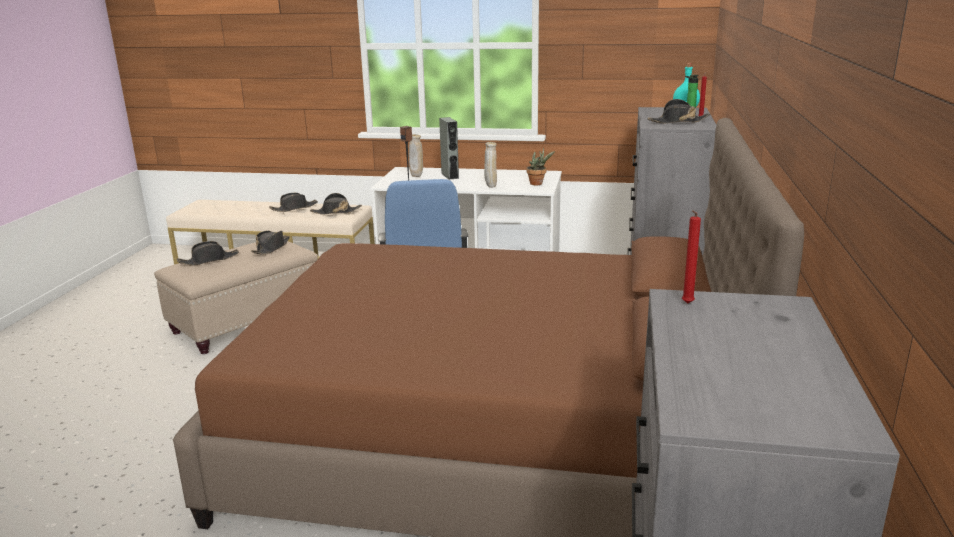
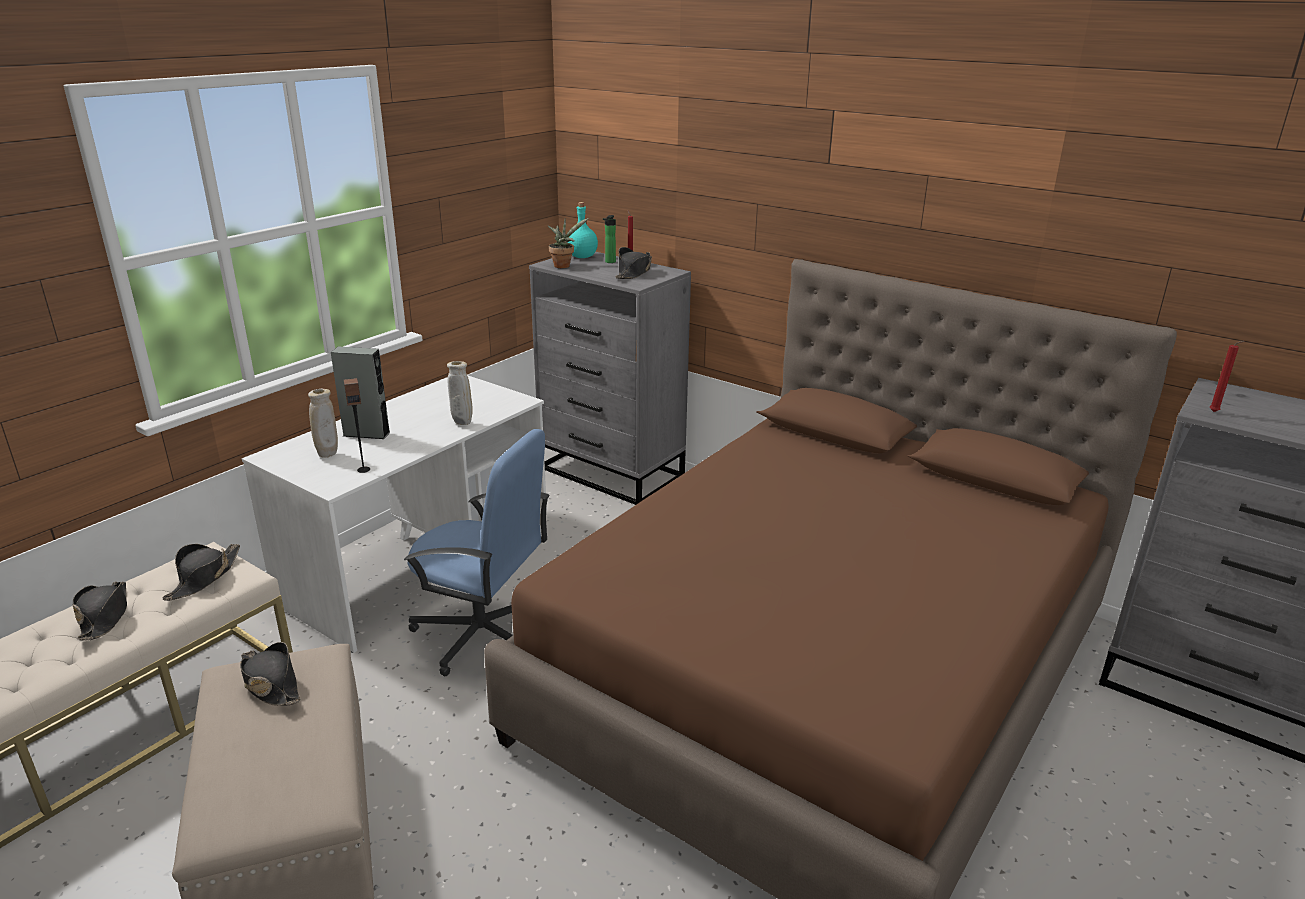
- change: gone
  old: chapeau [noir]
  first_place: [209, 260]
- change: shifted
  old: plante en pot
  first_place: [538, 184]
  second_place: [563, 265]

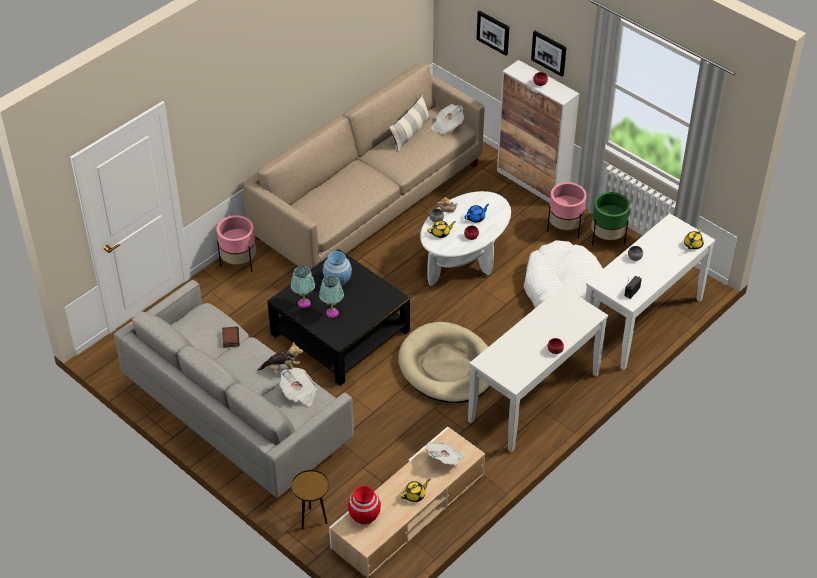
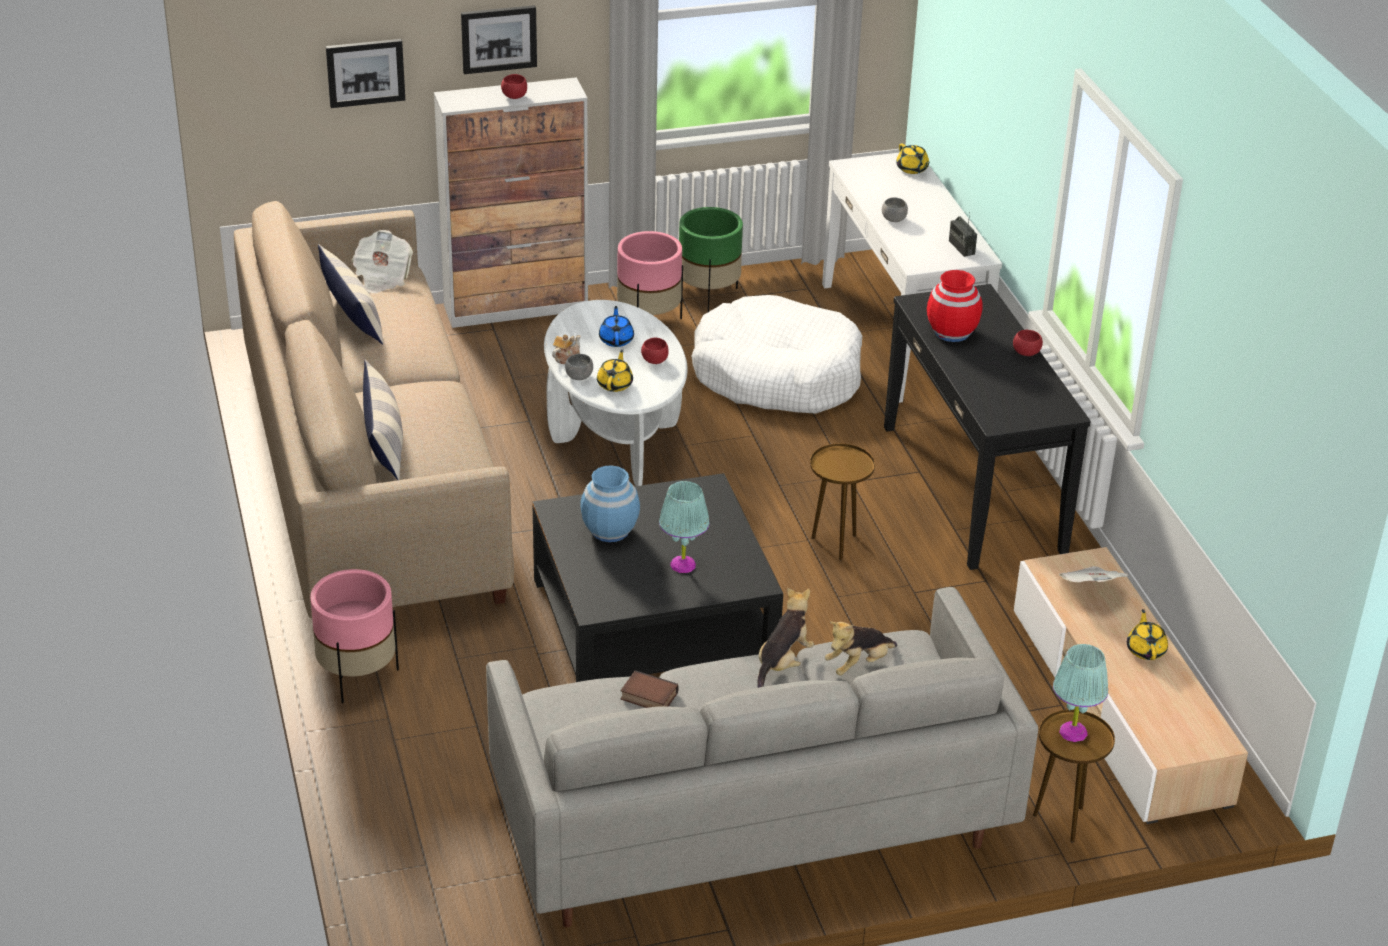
- change: new
  new: coussin
  second_place: [384, 442]
- change: shifted
  old: lampe de table [turquoise]
  first_place: [304, 303]
  second_place: [1073, 732]
- change: shifted
  old: vase [rouge]
  first_place: [364, 515]
  second_place: [951, 332]
- change: swapped
  old: journal
  new: peluche
  first_place: [299, 393]
  second_place: [858, 664]
- change: swapped
  old: panier pour chien [beige]
  new: table d'appoint [marron]
  first_place: [447, 367]
  second_place: [836, 544]
- change: repainted
  old: table console [blanc]
  new: table console [noir]
  first_place: [534, 397]
  second_place: [973, 488]

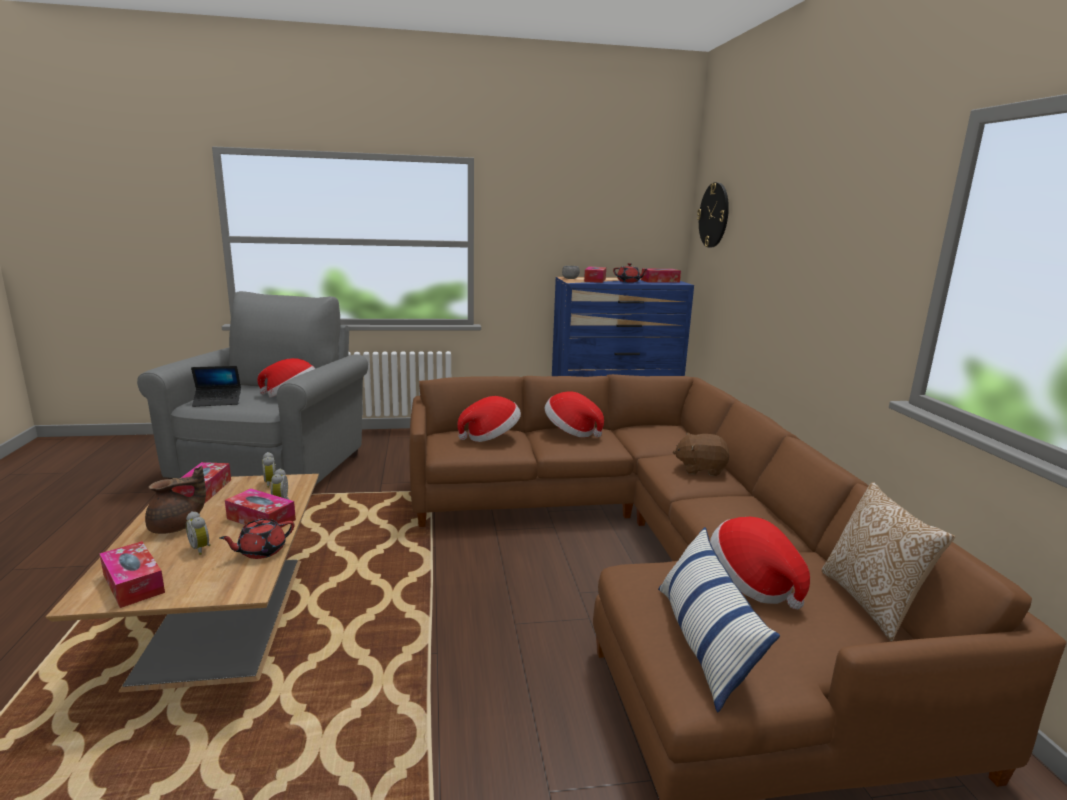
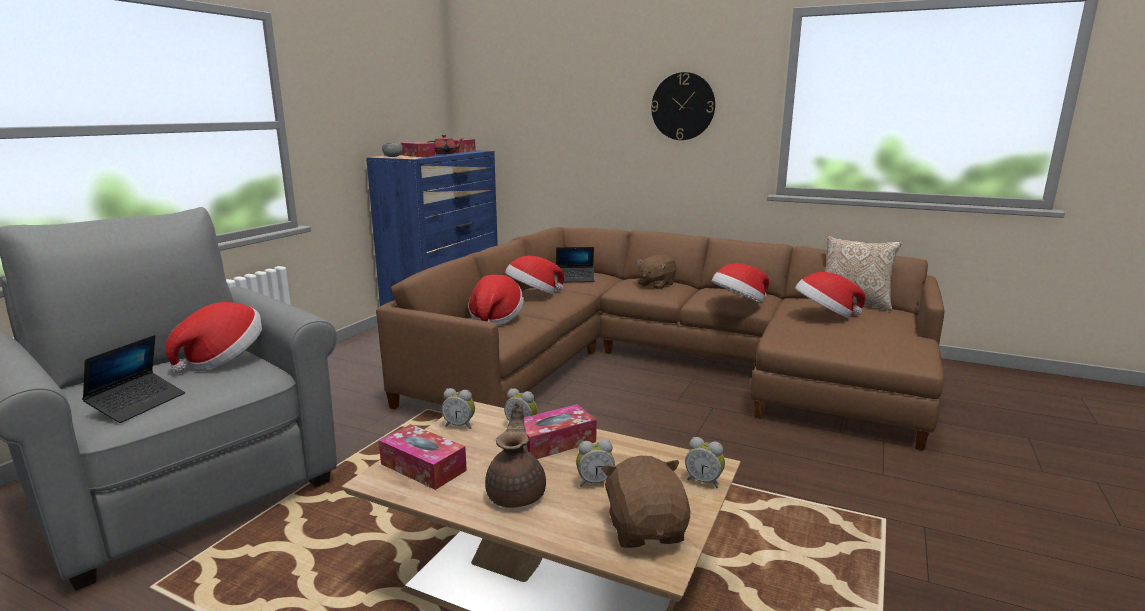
- change: gone
  old: théière [rouge]
  first_place: [261, 551]
- change: gone
  old: coussin
  first_place: [703, 642]
- change: new
  new: ordinateur portable
  second_place: [575, 279]
- change: new
  new: réveil
  second_place: [704, 481]
- change: new
  new: chapeau
  second_place: [739, 303]
- change: shifted
  old: horloge murale
  first_place: [714, 215]
  second_place: [683, 106]
- change: swapped
  old: boîte à mouchoirs
  new: peluche [marron]
  first_place: [133, 583]
  second_place: [646, 529]

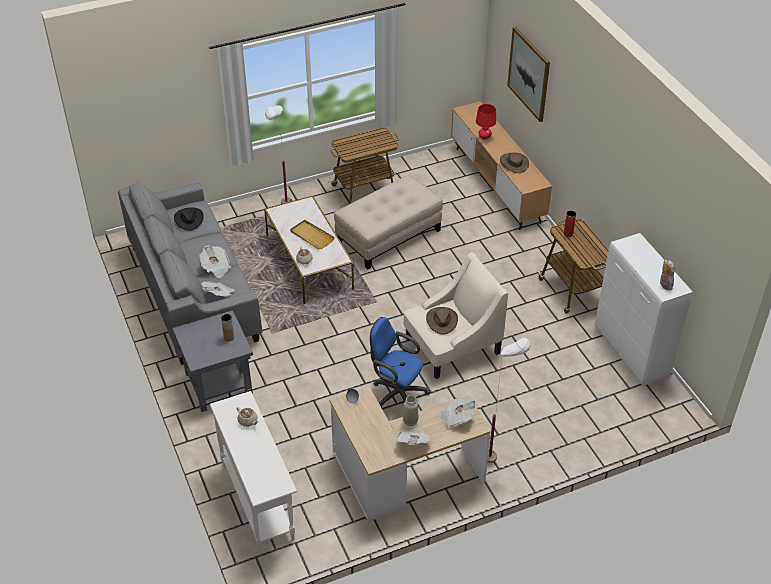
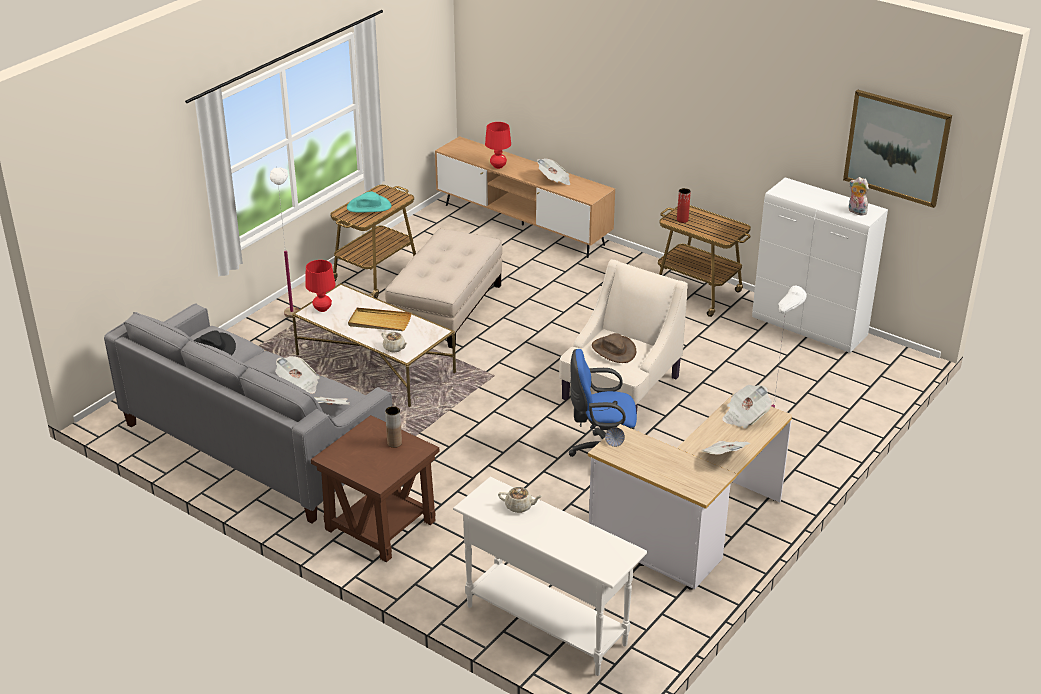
- change: gone
  old: vase
  first_place: [410, 421]
- change: new
  new: lampe de table [rouge]
  second_place: [322, 309]
- change: new
  new: chapeau [turquoise]
  second_place: [369, 206]
- change: shifted
  old: tableau
  first_place: [529, 74]
  second_place: [896, 147]
- change: swapped
  old: chapeau [marron]
  new: journal
  first_place: [514, 163]
  second_place: [554, 180]
- change: repainted
  old: table d'appoint [gris]
  new: table d'appoint [marron]
  first_place: [218, 383]
  second_place: [379, 525]

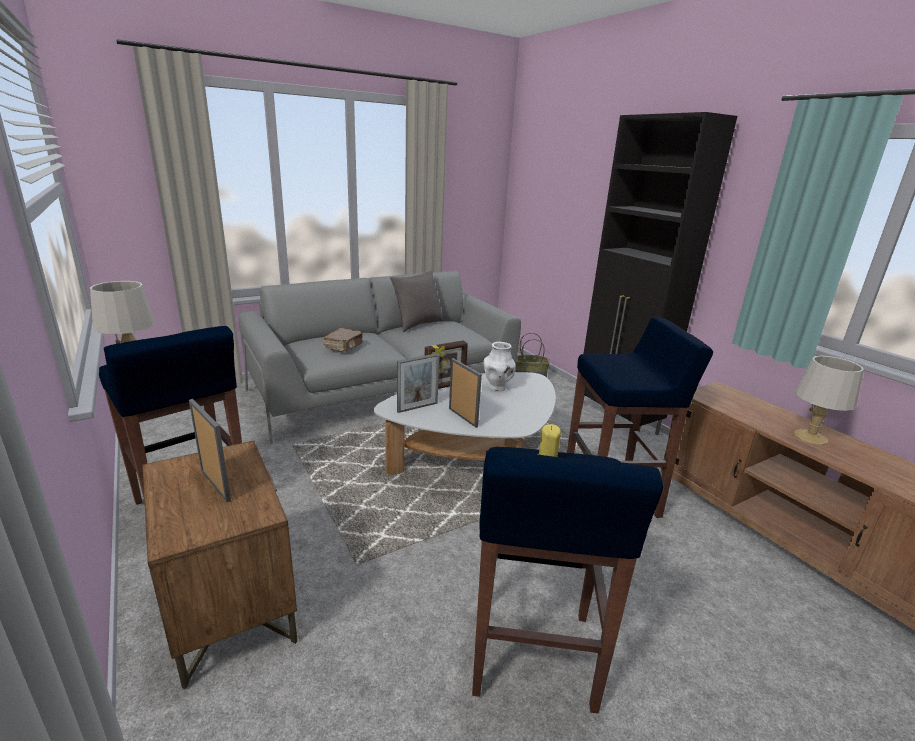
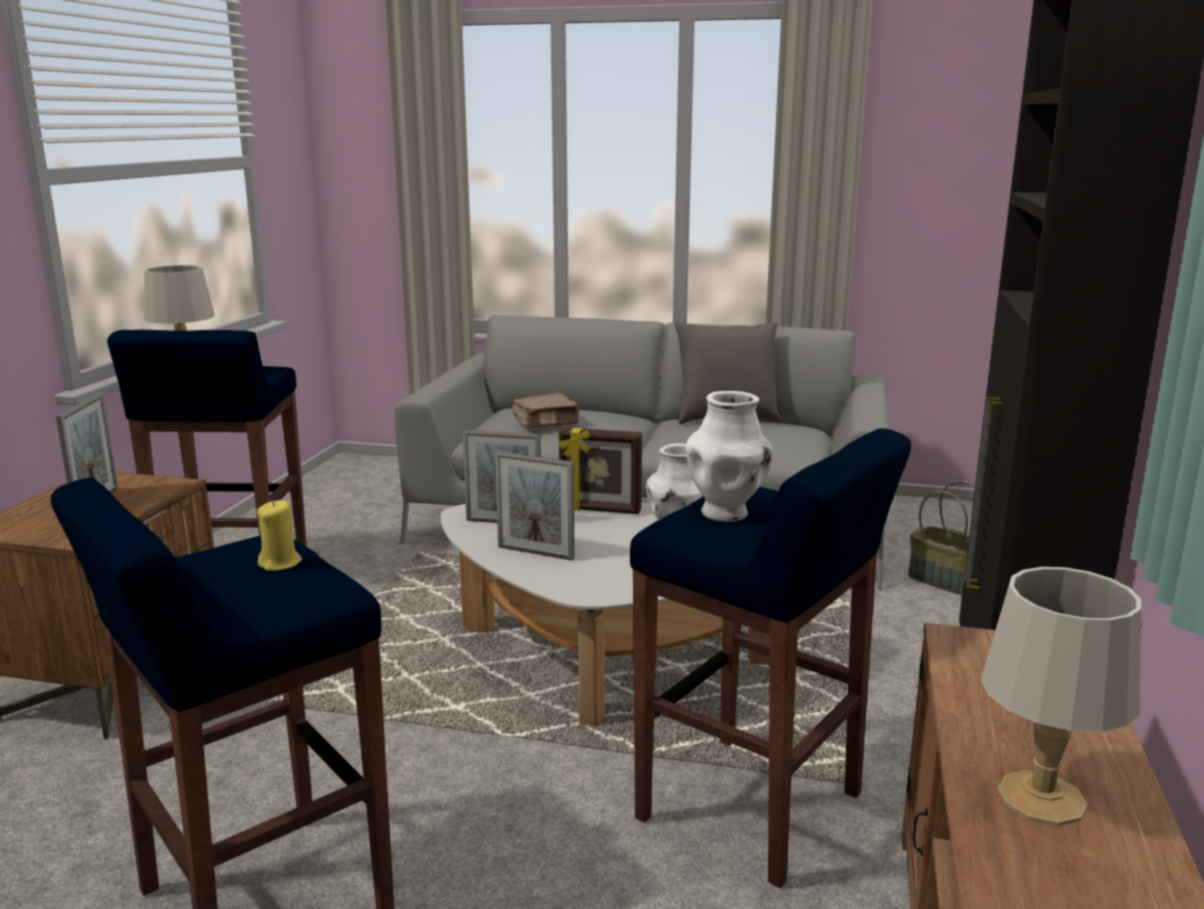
- change: new
  new: vase [blanc]
  second_place: [726, 513]
- change: rotated
  old: cadre photo
  first_place: [463, 417]
  second_place: [535, 553]
  degrees: 105

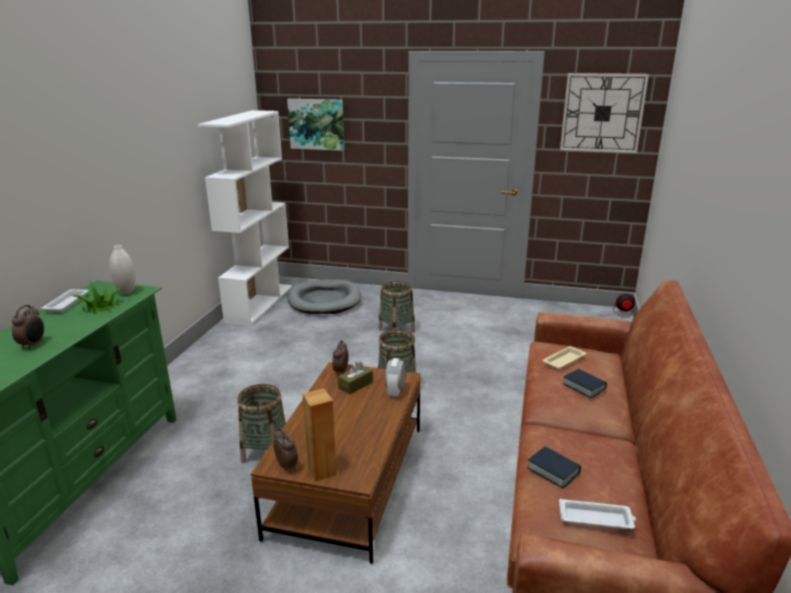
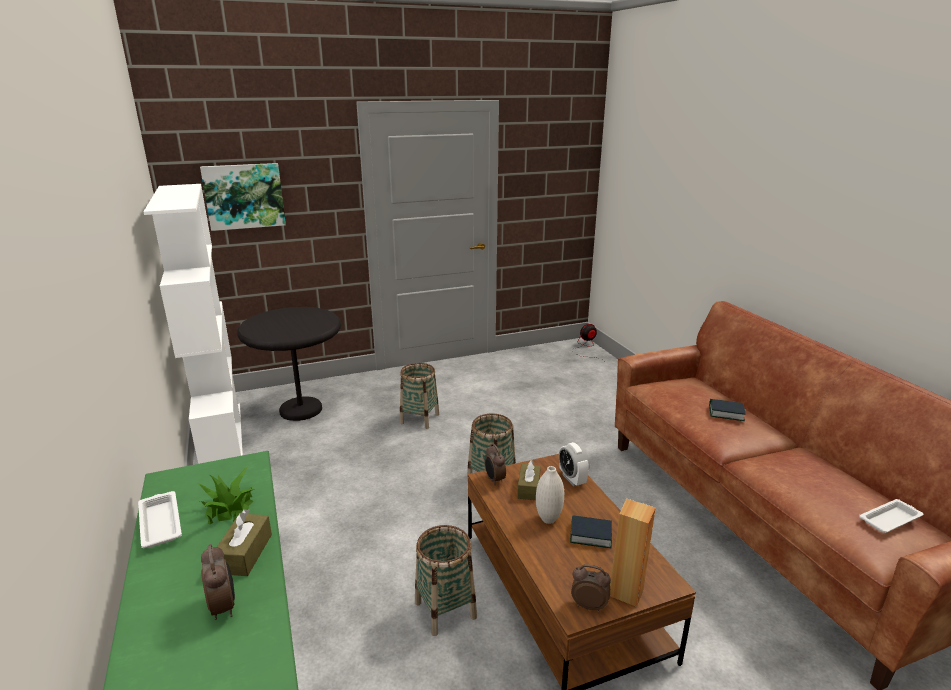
- change: gone
  old: plateau [beige]
  first_place: [564, 360]
- change: gone
  old: horloge murale
  first_place: [602, 113]
- change: new
  new: boîte à mouchoirs [marron]
  second_place: [245, 553]
- change: shifted
  old: vase [blanc]
  first_place: [126, 292]
  second_place: [548, 519]
- change: shifted
  old: livre
  first_place: [553, 470]
  second_place: [590, 535]
- change: swapped
  old: panier pour chien [gris]
  new: table d'appoint [noir]
  first_place: [324, 300]
  second_place: [301, 410]

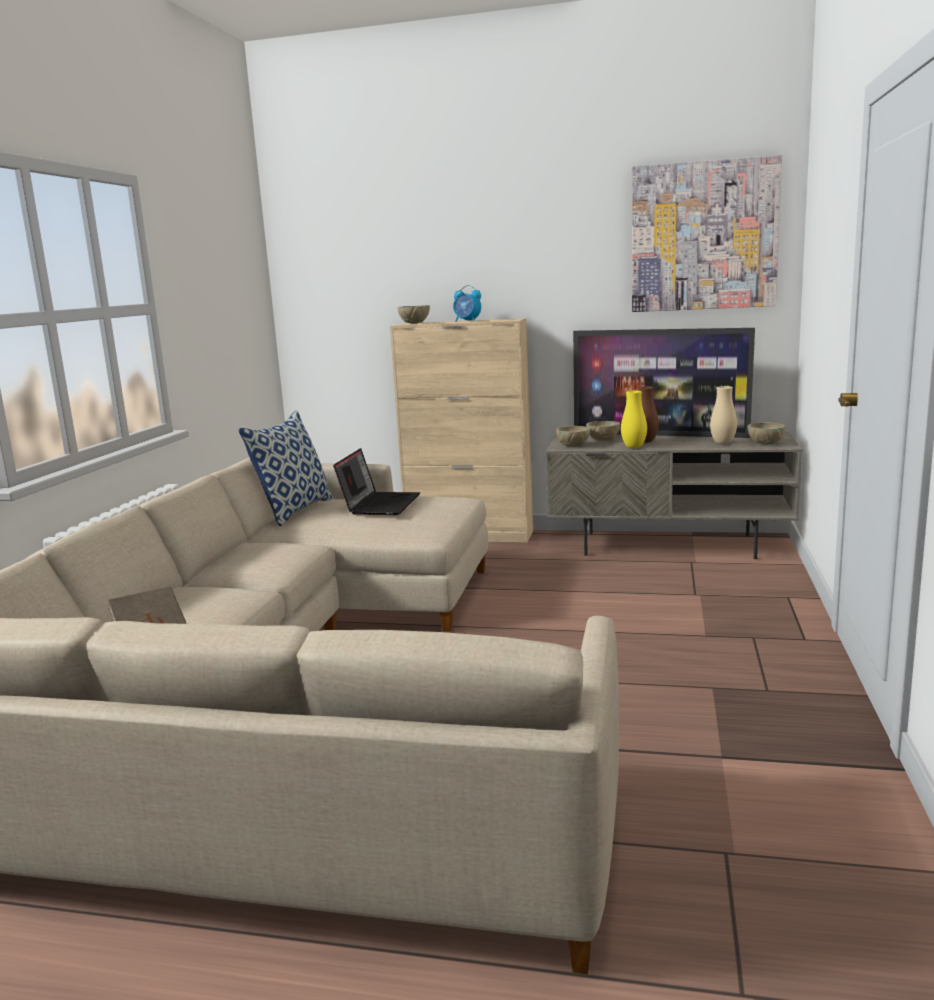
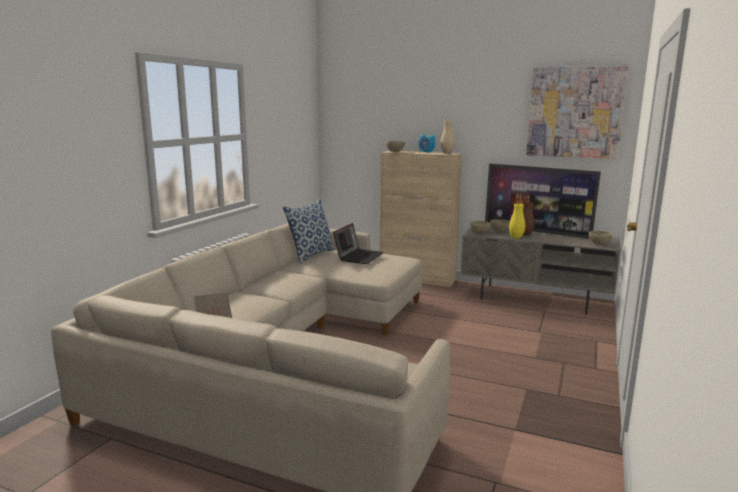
- change: shifted
  old: vase [beige]
  first_place: [723, 443]
  second_place: [447, 153]

